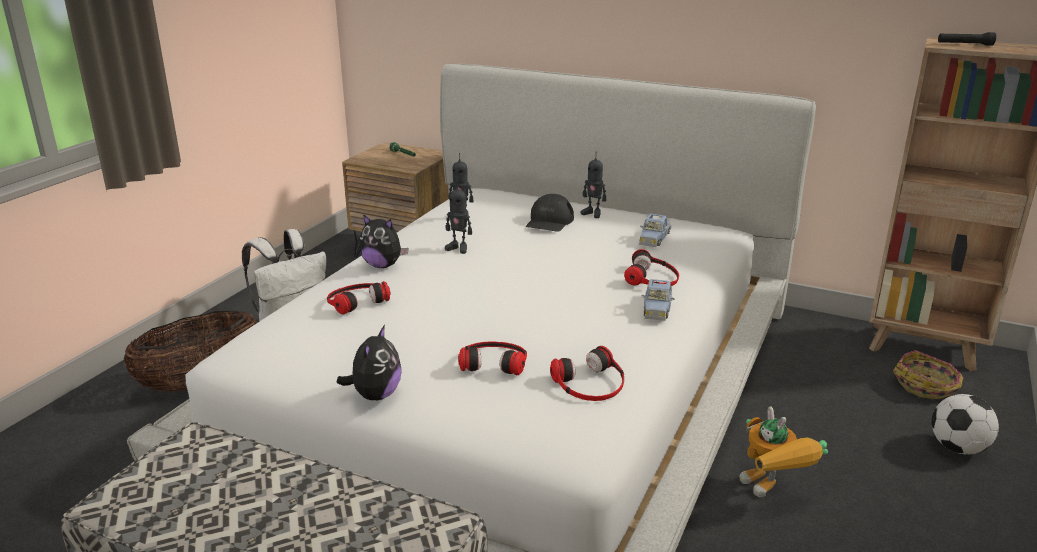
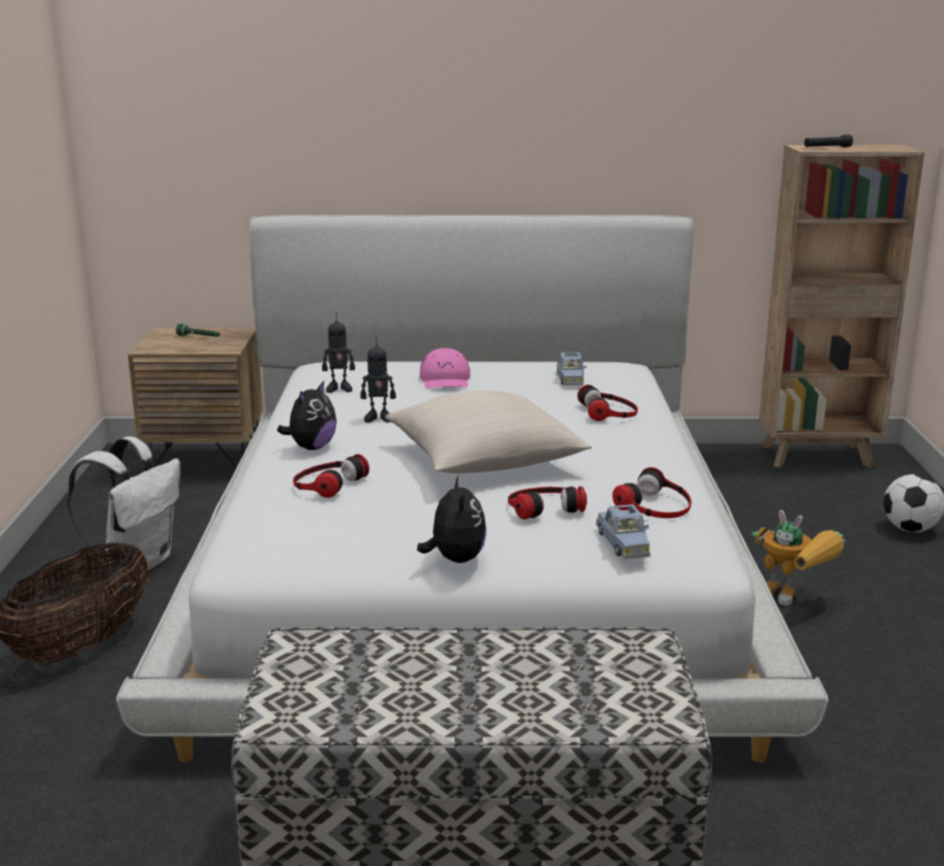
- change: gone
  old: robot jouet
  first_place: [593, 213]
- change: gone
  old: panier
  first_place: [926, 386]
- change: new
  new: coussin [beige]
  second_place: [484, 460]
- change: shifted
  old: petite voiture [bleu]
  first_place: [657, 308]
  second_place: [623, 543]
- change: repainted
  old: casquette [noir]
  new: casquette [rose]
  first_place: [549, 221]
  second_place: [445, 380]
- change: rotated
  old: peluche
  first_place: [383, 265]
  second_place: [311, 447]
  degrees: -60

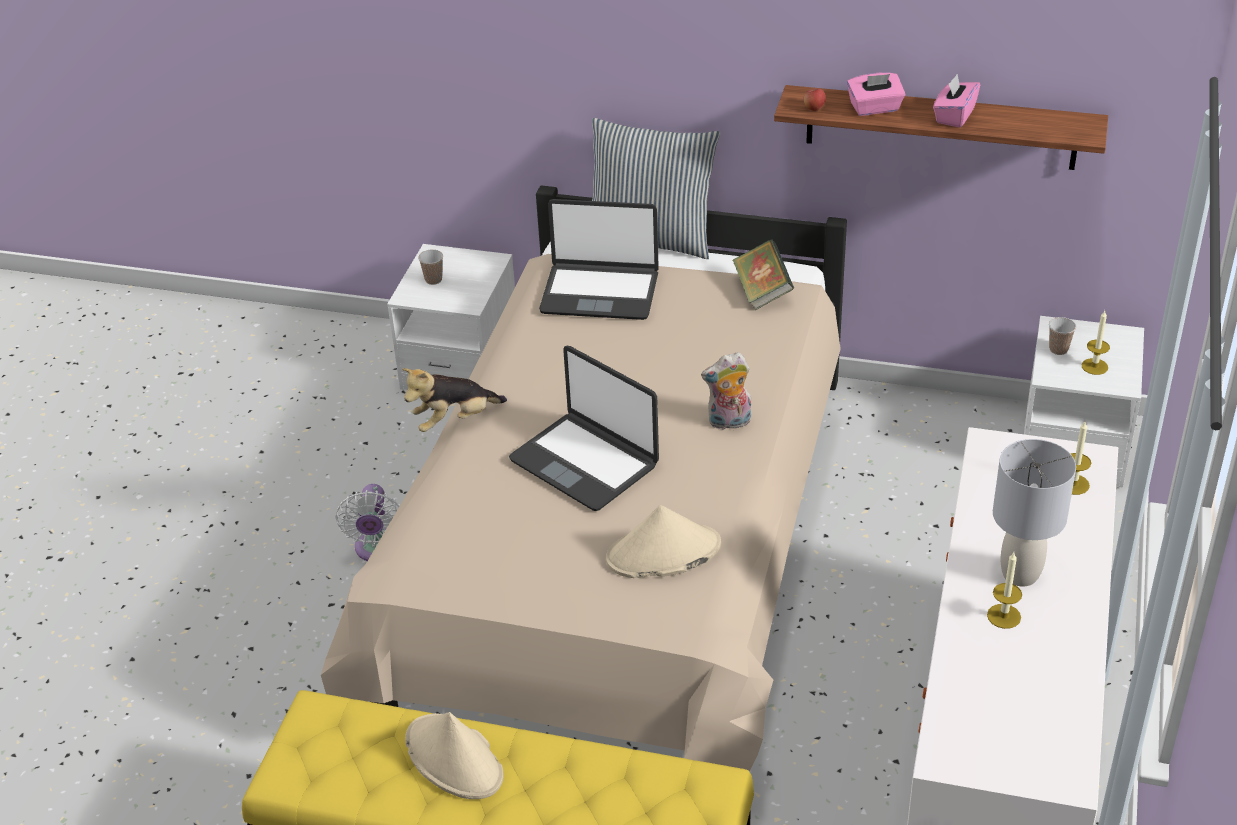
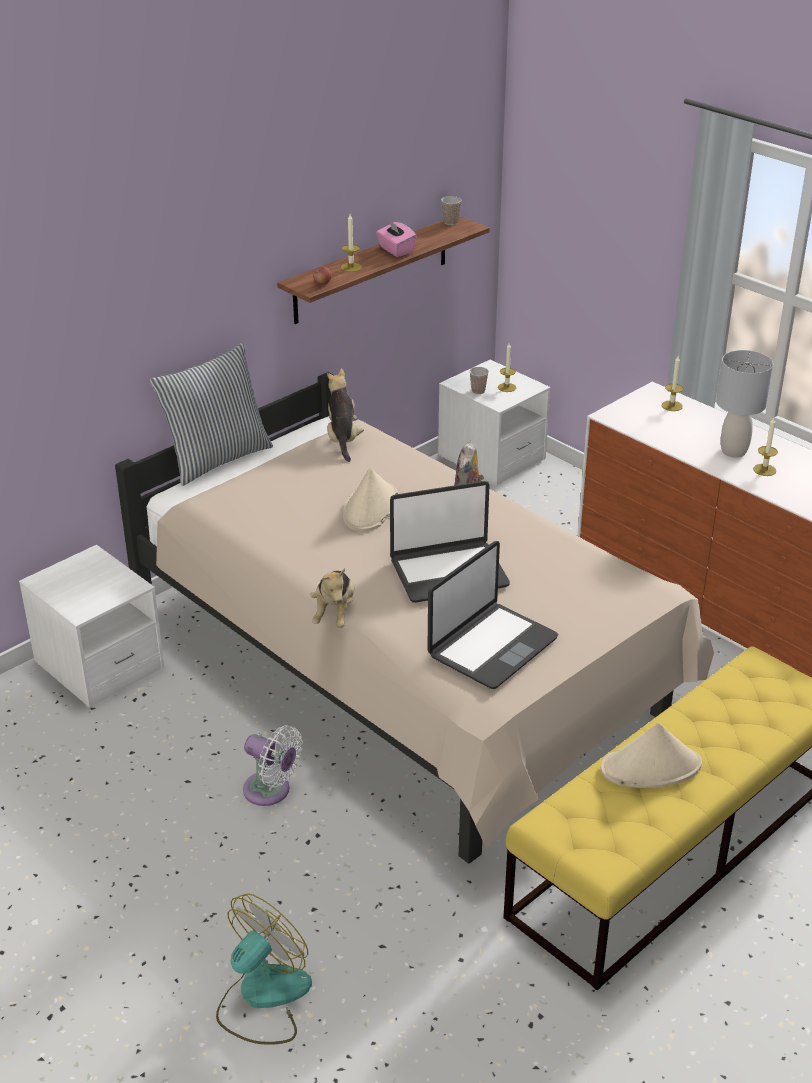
- change: new
  new: ventilateur
  second_place: [262, 998]
- change: shifted
  old: tasse
  first_place: [433, 280]
  second_place: [450, 222]
- change: shifted
  old: ordinateur portable
  first_place: [600, 292]
  second_place: [491, 646]
- change: shifted
  old: chapeau [beige]
  first_place: [663, 553]
  second_place: [370, 508]
- change: swapped
  old: livre
  new: peluche
  first_place: [762, 292]
  second_place: [342, 439]
- change: swapped
  old: boîte à mouchoirs [rose]
  new: bougie
  first_place: [875, 108]
  second_place: [351, 267]

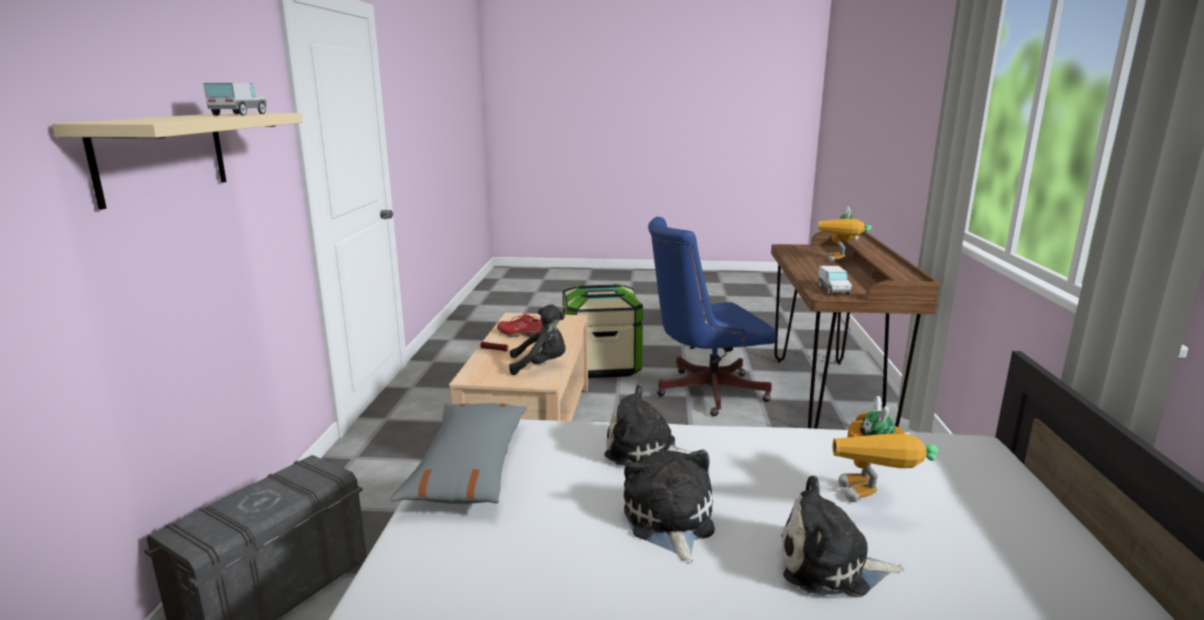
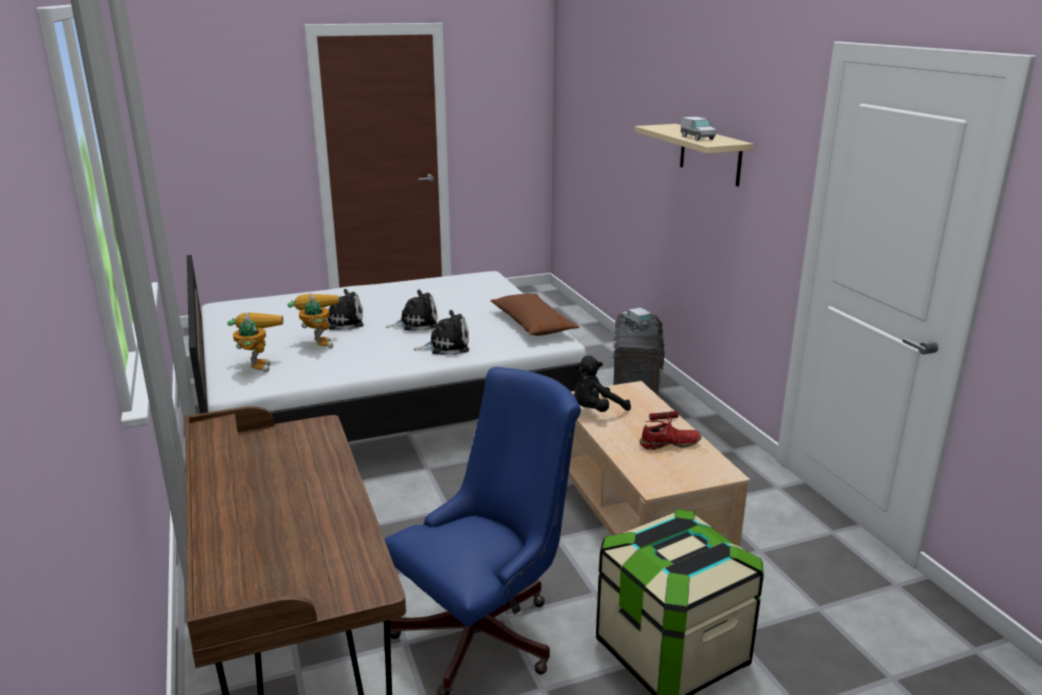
- change: shifted
  old: robot jouet
  first_place: [840, 262]
  second_place: [257, 364]
- change: shifted
  old: camion jouet
  first_place: [833, 290]
  second_place: [635, 324]
- change: repainted
  old: coussin [gris]
  new: coussin [marron]
  first_place: [469, 467]
  second_place: [532, 324]
- change: rotated
  old: peluche
  first_place: [669, 522]
  second_place: [416, 323]
  degrees: -75

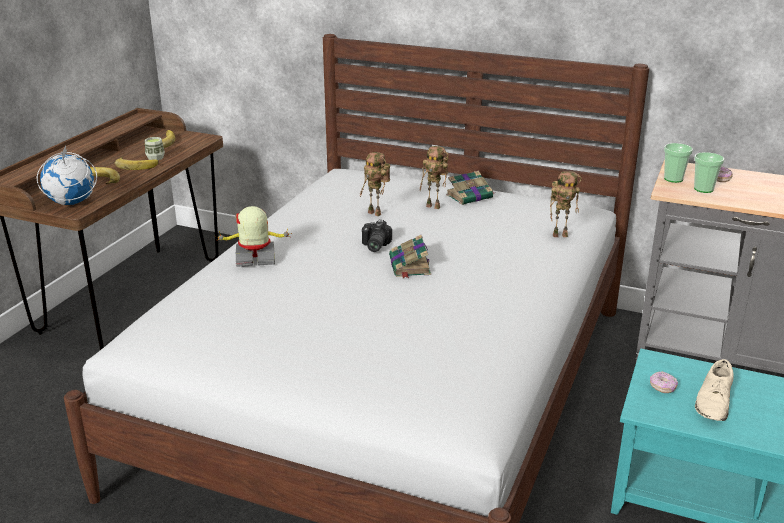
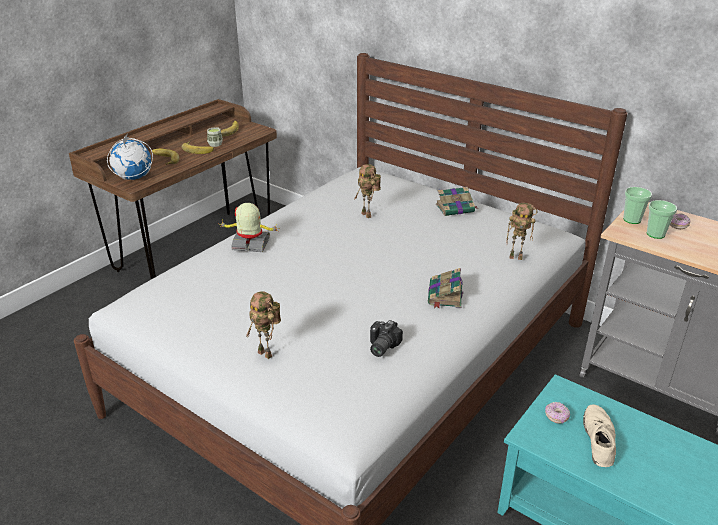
- change: shifted
  old: appareil photo
  first_place: [374, 246]
  second_place: [380, 346]
- change: shifted
  old: livre
  first_place: [410, 266]
  second_place: [445, 296]
- change: shifted
  old: robot jouet
  first_place: [434, 206]
  second_place: [267, 354]
- change: rotated
  old: chaussure [beige]
  first_place: [714, 401]
  second_place: [598, 439]
  degrees: 150

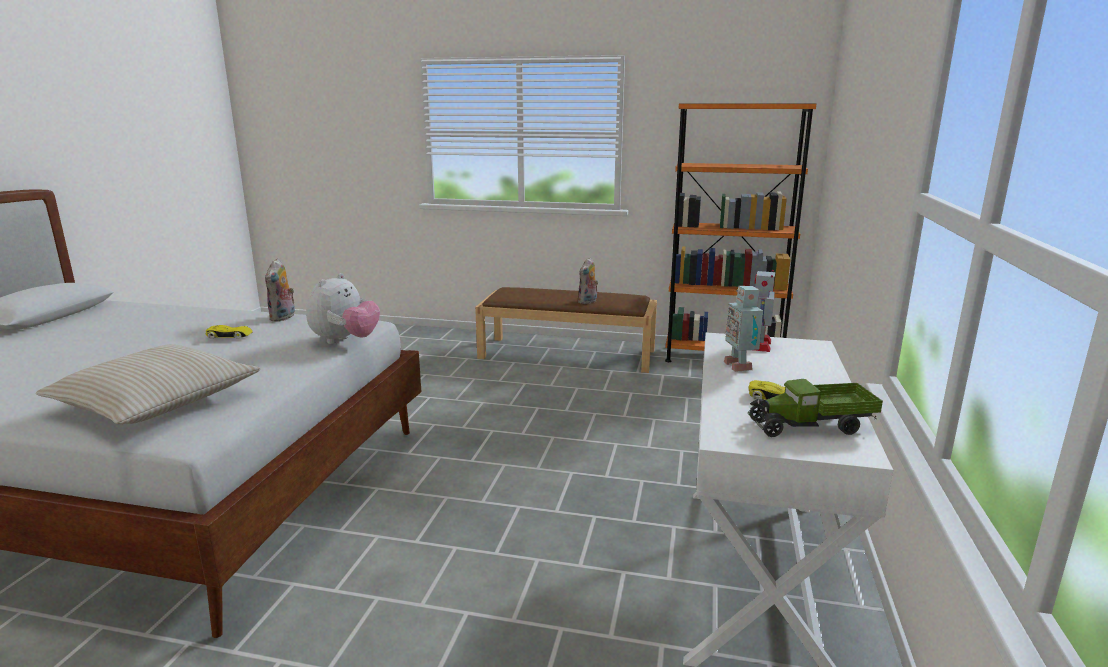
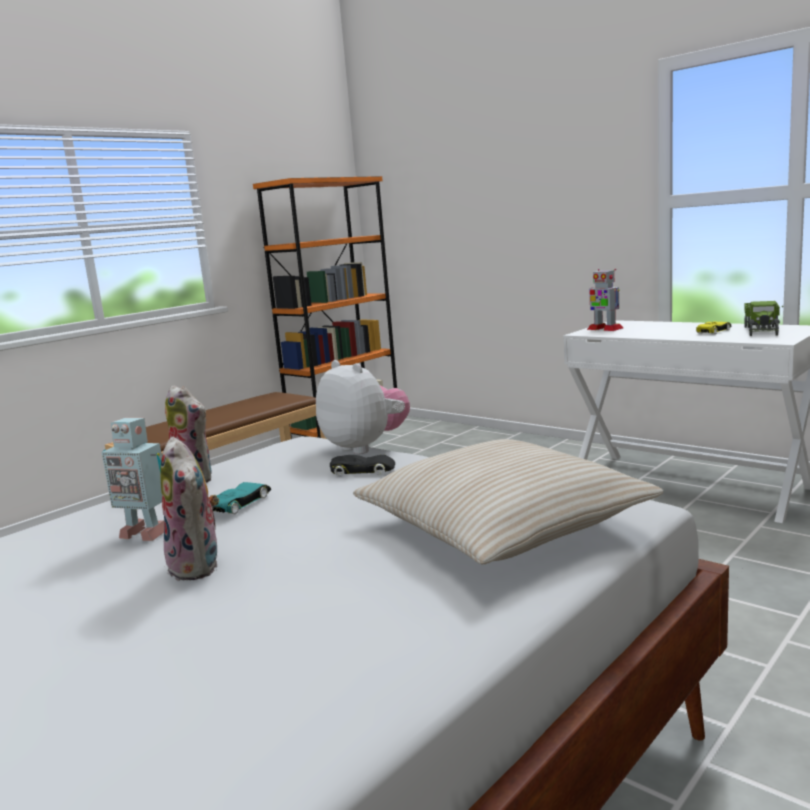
- change: new
  new: petite voiture [noir]
  second_place: [363, 471]
- change: shifted
  old: peluche
  first_place: [588, 302]
  second_place: [199, 566]
- change: shifted
  old: robot jouet
  first_place: [740, 366]
  second_place: [145, 533]
- change: repainted
  old: petite voiture [jaune]
  new: petite voiture [turquoise]
  first_place: [230, 336]
  second_place: [240, 503]

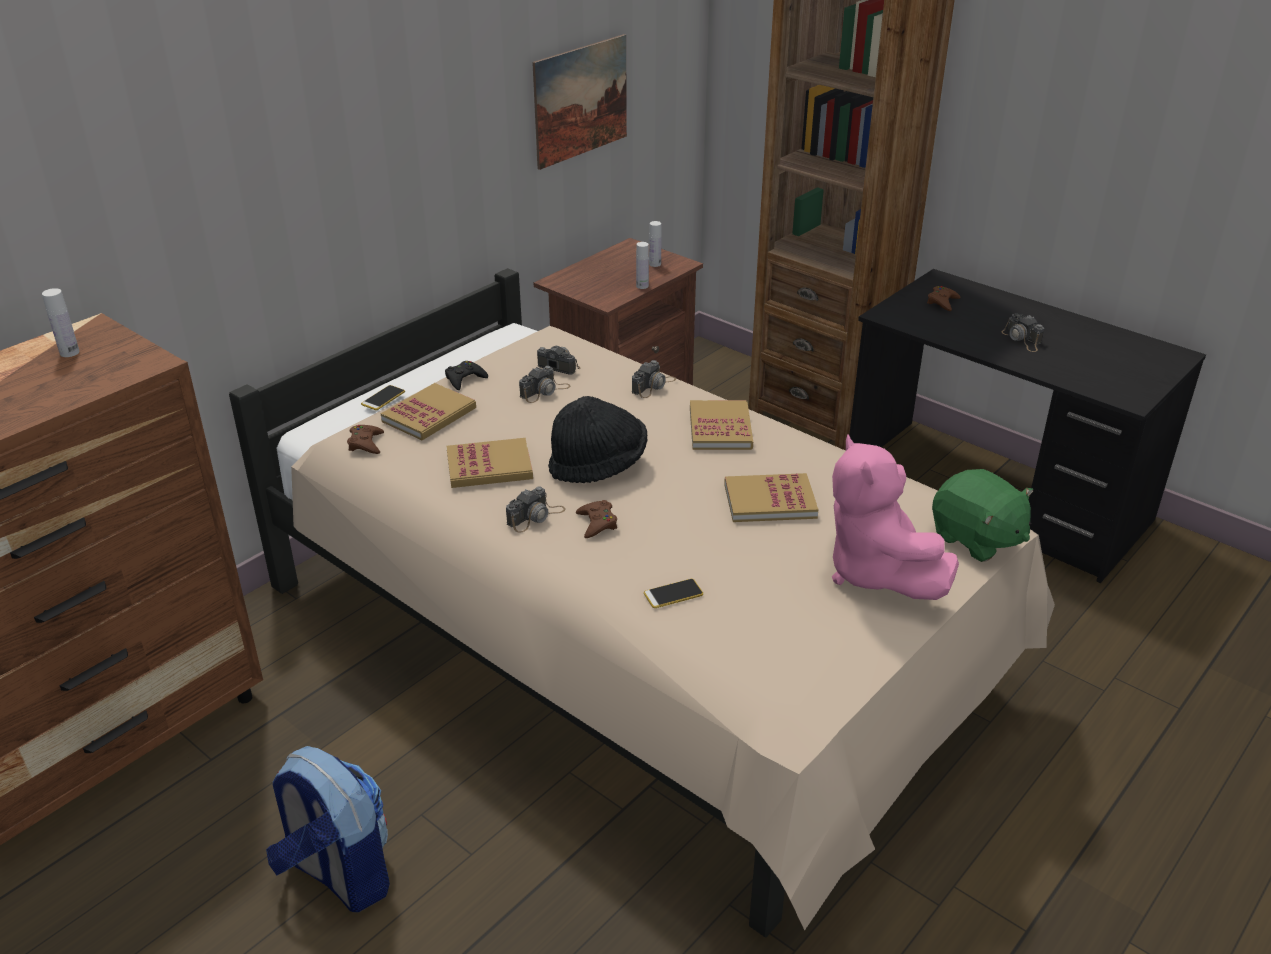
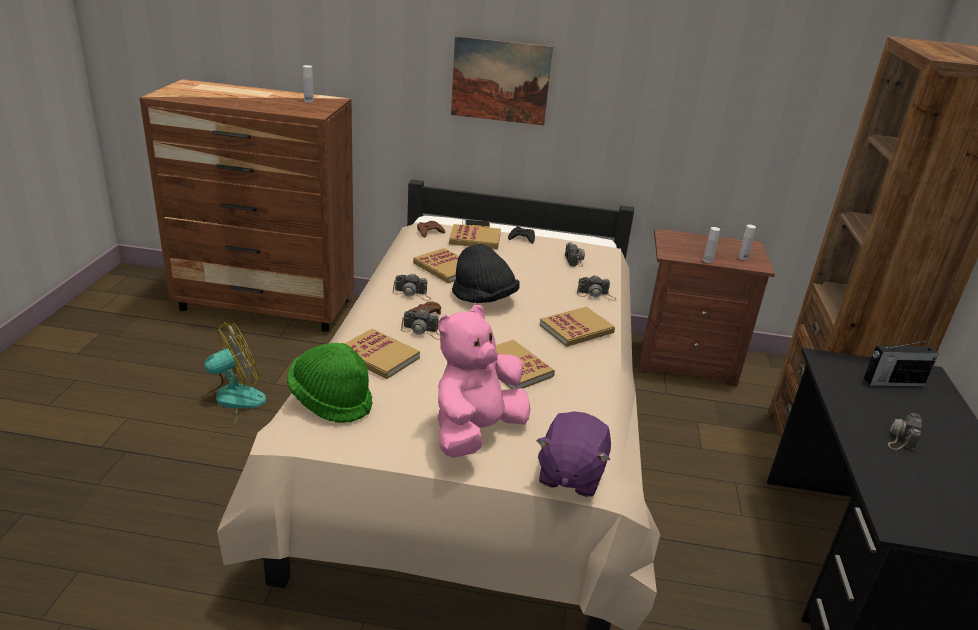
- change: new
  new: chapeau [vert]
  second_place: [331, 400]
- change: shifted
  old: appareil photo
  first_place: [545, 391]
  second_place: [422, 331]
- change: shifted
  old: tableau
  first_place: [581, 101]
  second_place: [500, 81]
- change: swapped
  old: sac à dos
  new: ventilateur
  first_place: [338, 874]
  second_place: [228, 402]
- change: swapped
  old: téléphone
  new: livre
  first_place: [673, 594]
  second_place: [378, 356]
- change: swapped
  old: manette [marron]
  new: radio
  first_place: [942, 302]
  second_place: [892, 382]
- change: repainted
  old: peluche [vert]
  new: peluche [violet]
  first_place: [976, 539]
  second_place: [570, 474]

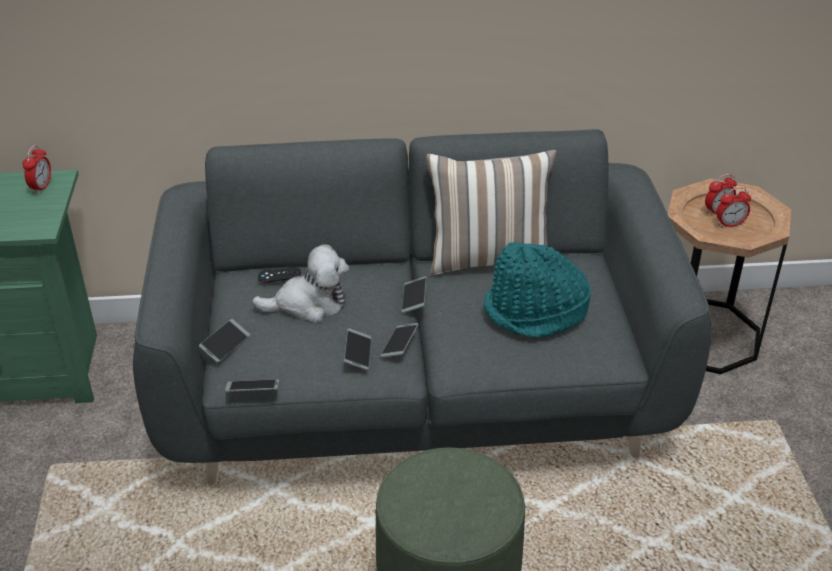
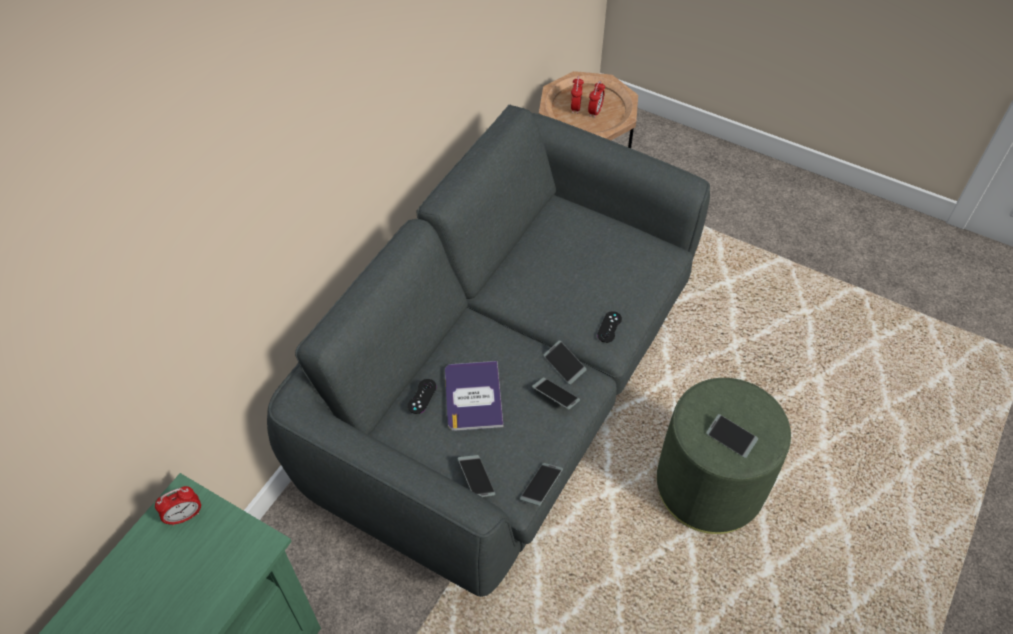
- change: gone
  old: coussin
  first_place: [489, 259]
- change: gone
  old: chapeau [turquoise]
  first_place: [535, 312]
- change: new
  new: manette [noir]
  second_place: [609, 327]
- change: shifted
  old: téléphone
  first_place: [414, 299]
  second_place: [730, 438]
- change: swapped
  old: peluche
  new: livre
  first_place: [308, 304]
  second_place: [473, 396]
- change: rotated
  old: réveil
  first_place: [41, 187]
  second_place: [185, 516]
  degrees: 105

